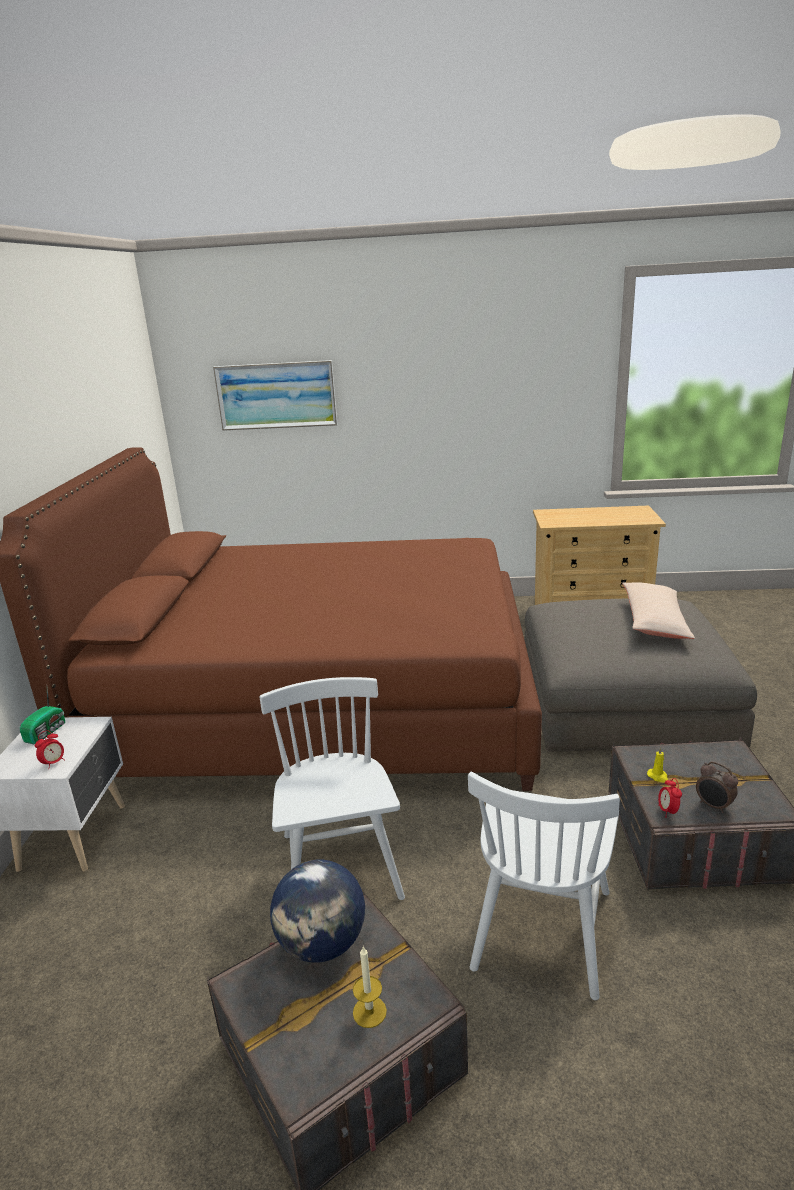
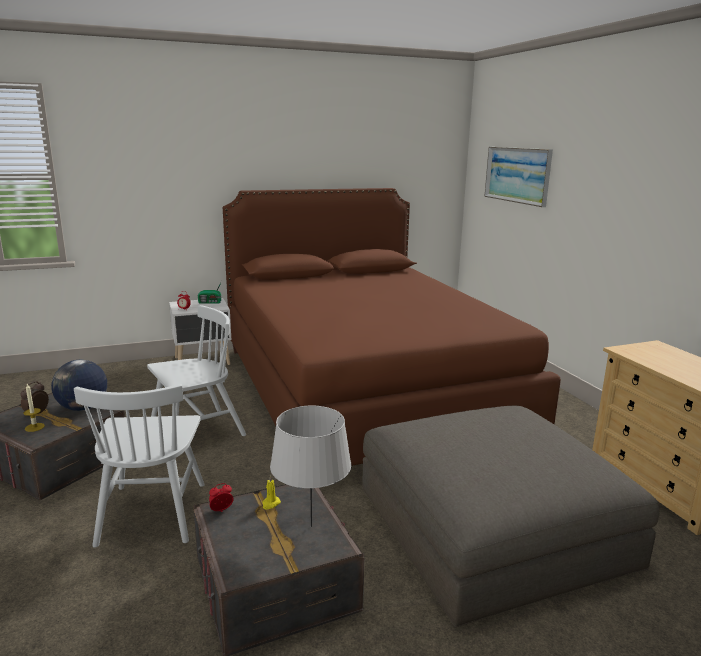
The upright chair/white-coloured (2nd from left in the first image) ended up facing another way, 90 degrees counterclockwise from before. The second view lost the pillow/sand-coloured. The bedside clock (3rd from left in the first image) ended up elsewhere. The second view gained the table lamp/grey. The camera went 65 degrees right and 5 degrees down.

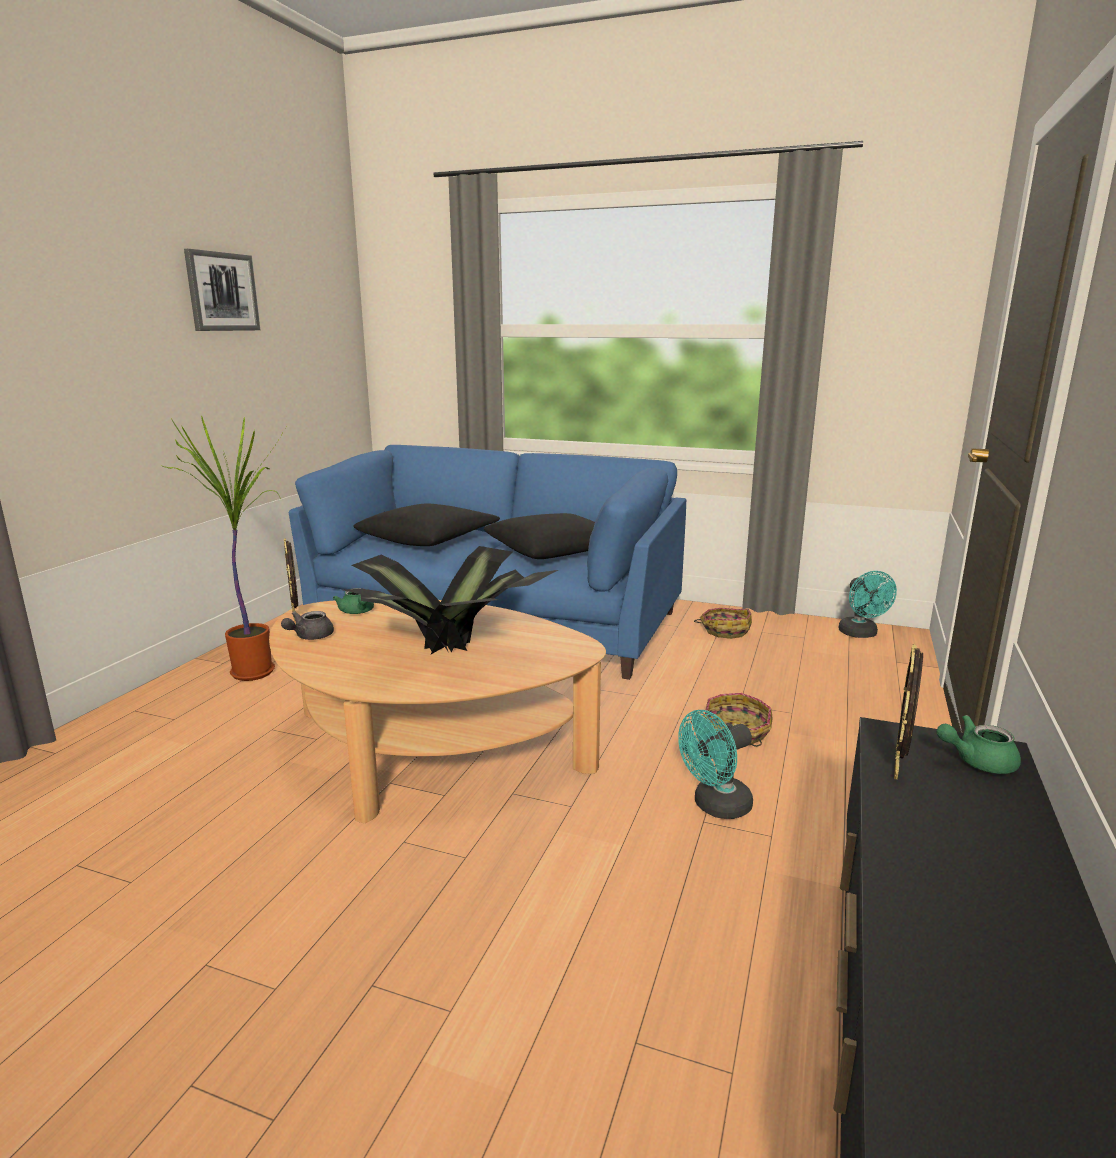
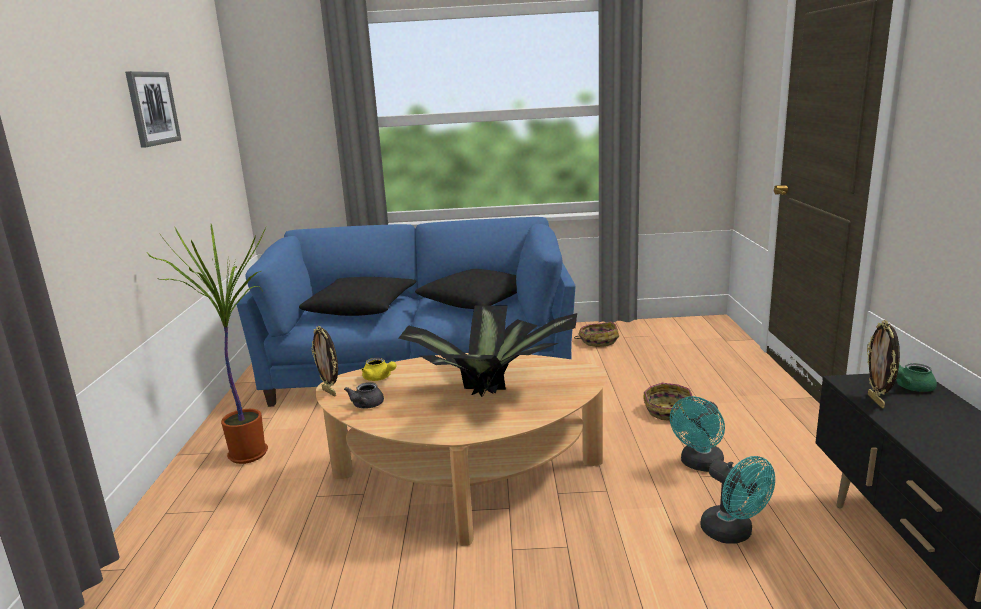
What was the pot for tea/green (1st from left) turned into the pot for tea/yellowish. The fan/turquoise (2nd from left) ended up elsewhere. The camera went 20 degrees left and 0 degrees up.

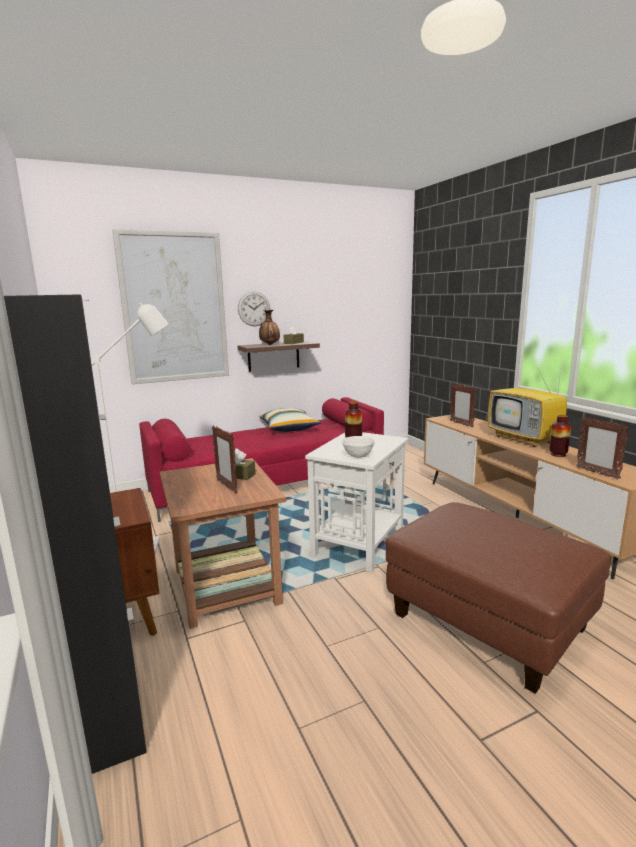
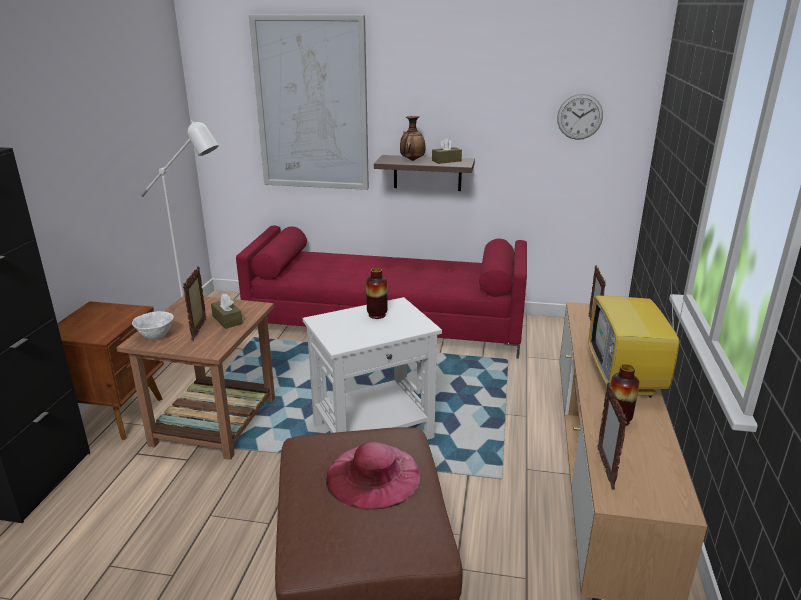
The wall clock ended up elsewhere. The second view lost the pillow. The bowl/white-coloured ended up elsewhere. The second view gained the hat/pink. The camera went 35 degrees right and 10 degrees up.

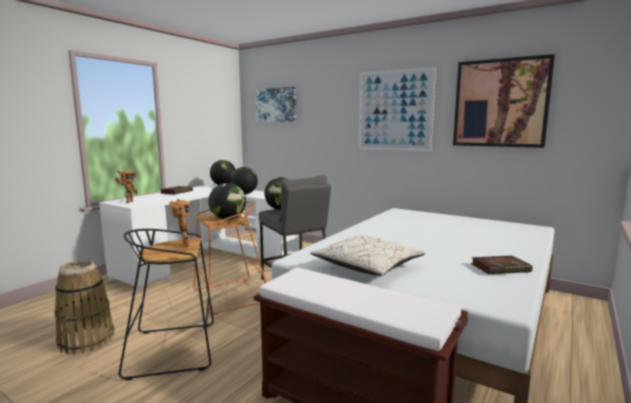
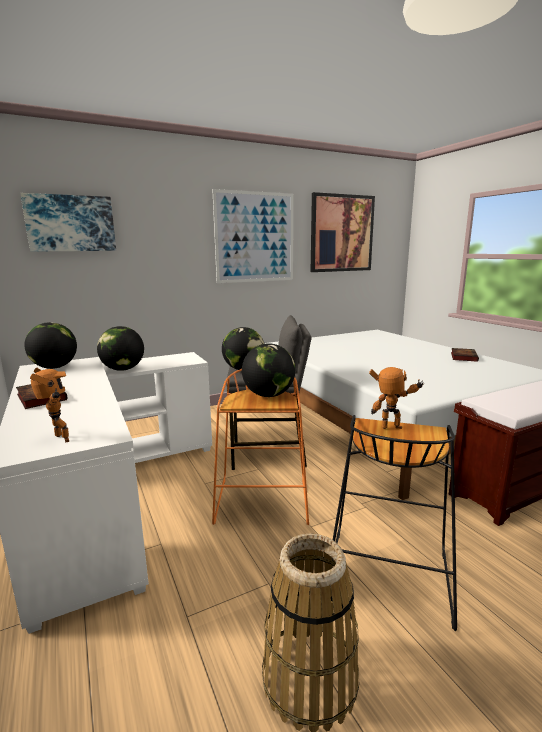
The second view lost the pillow/sand-coloured. The camera went 60 degrees left and 5 degrees up.

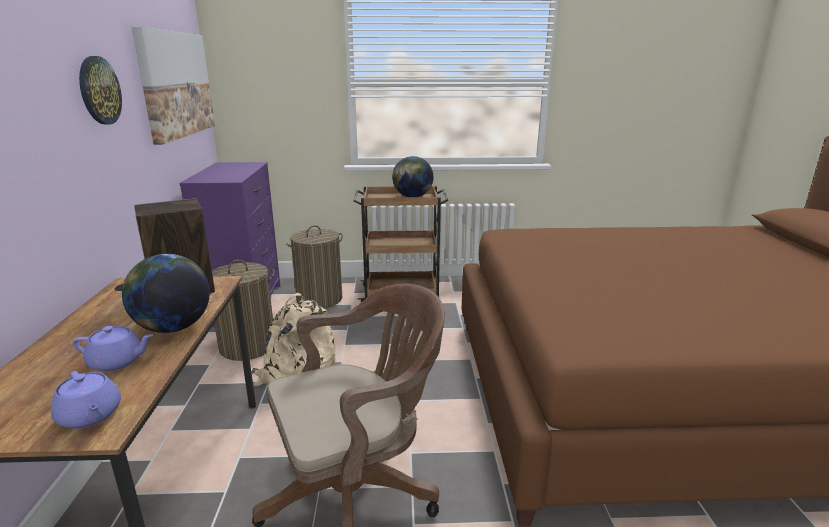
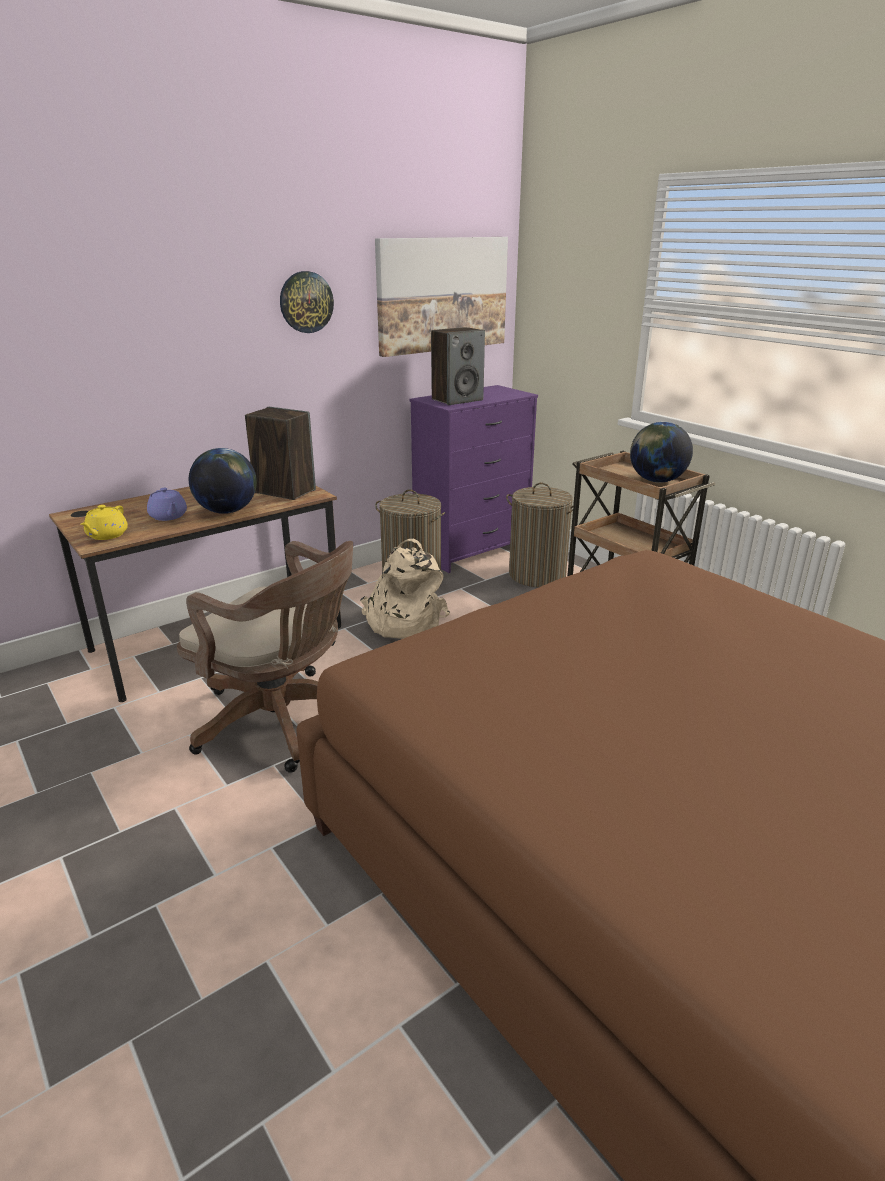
What was the pot for tea/purple-coloured (1st from left) turned into the pot for tea/yellowish. The second view gained the speaker (2nd from left). The camera went 55 degrees right and 5 degrees up.

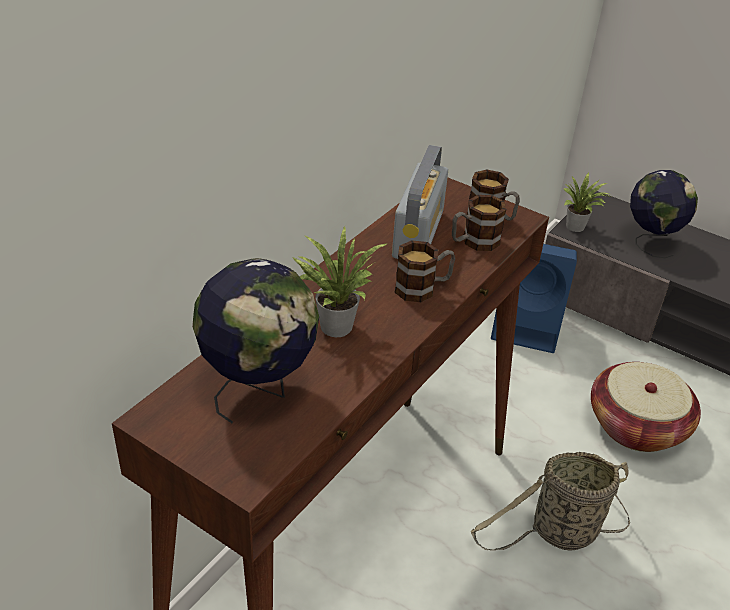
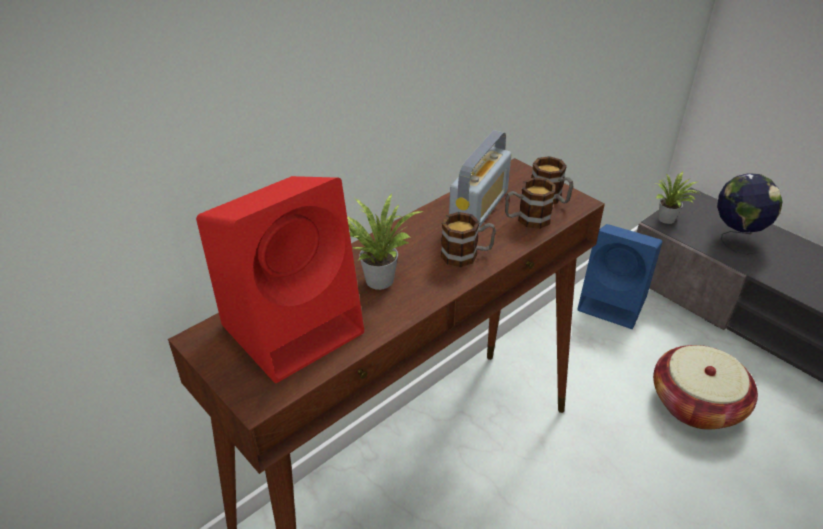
Where the globe (1st from left) stood, the speaker/red came to stand. The second view lost the household basket (1st from left). The camera went 15 degrees right and 0 degrees up.

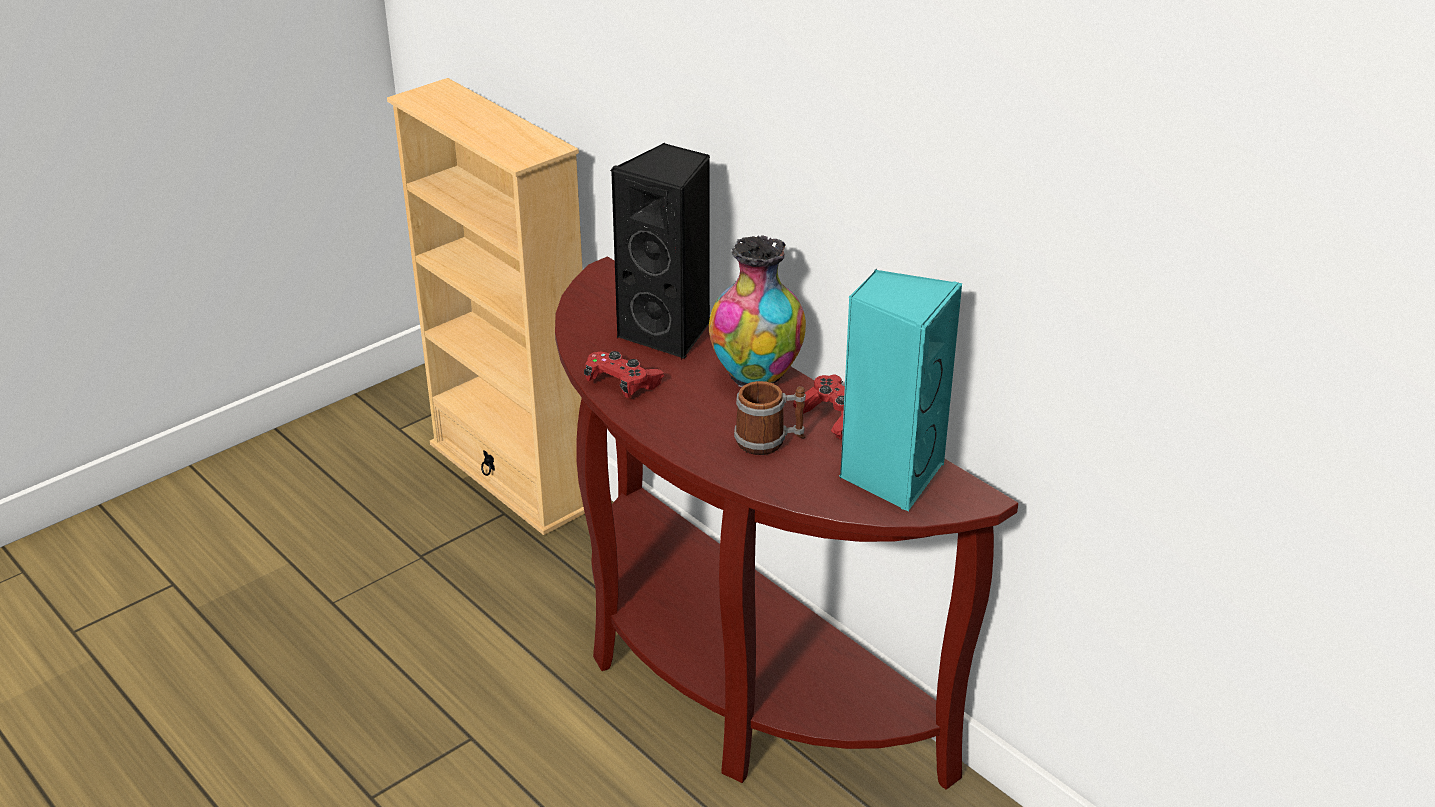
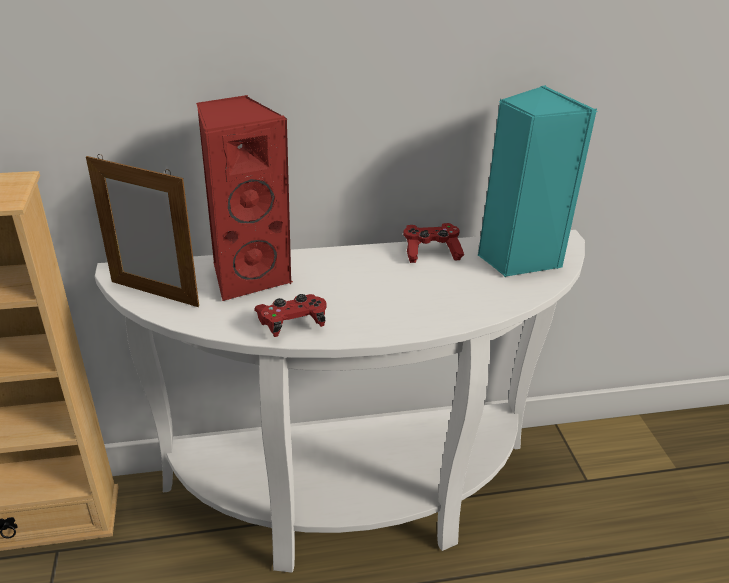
What was the console table/brown turned into the console table/white-coloured. What was the speaker/black turned into the speaker/red. The second view lost the flower vase. The second view lost the mug. The second view gained the picture frame. The camera went 60 degrees left and 0 degrees up.

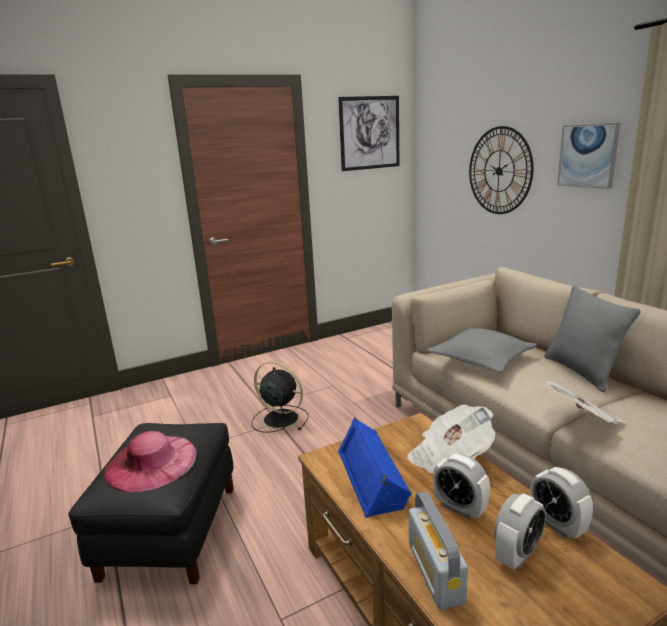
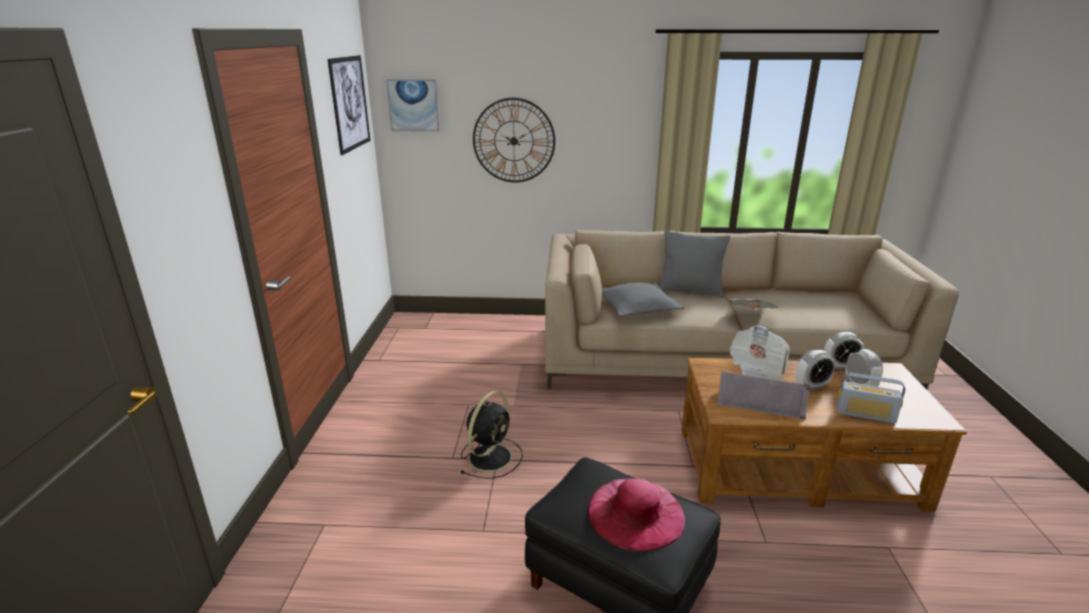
The fan/black ended up facing another way, 150 degrees clockwise from before. What was the speaker/blue turned into the speaker/grey. The wall art (2nd from left) ended up elsewhere. The camera went 60 degrees left and 5 degrees up.

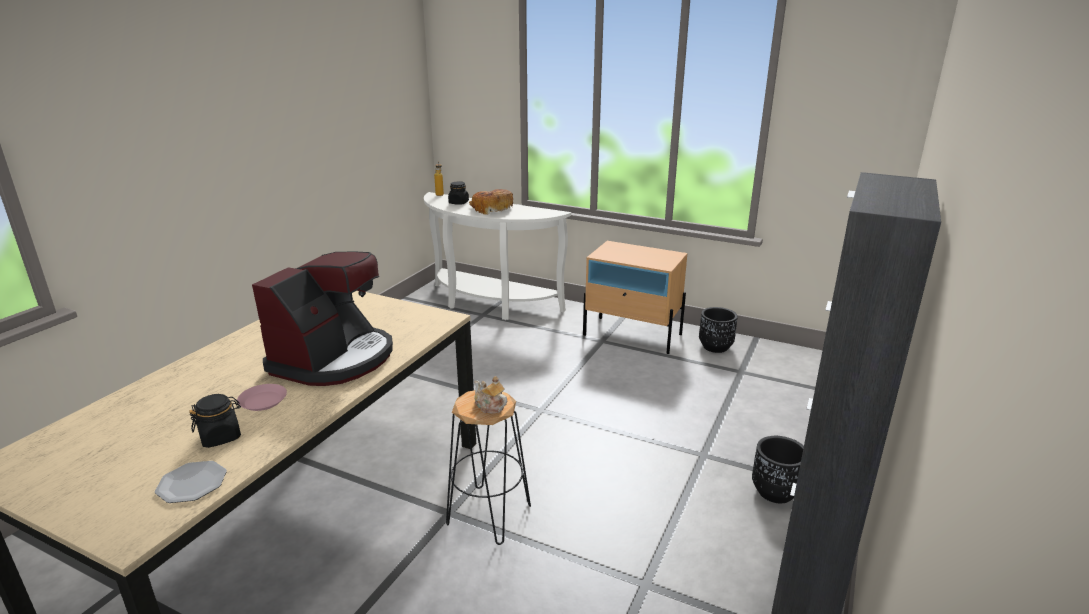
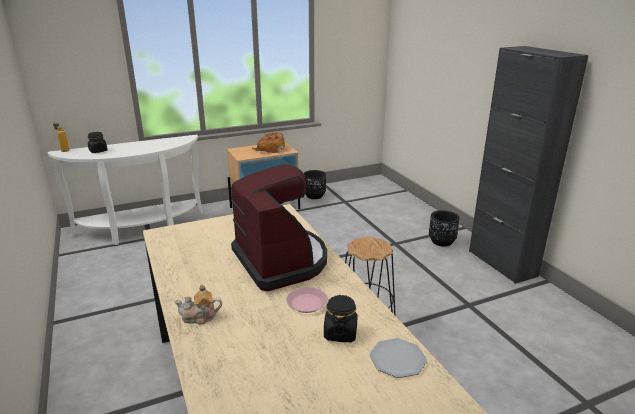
The baked bread ended up elsewhere. The pot for tea ended up elsewhere. The camera went 50 degrees left and 0 degrees up.

